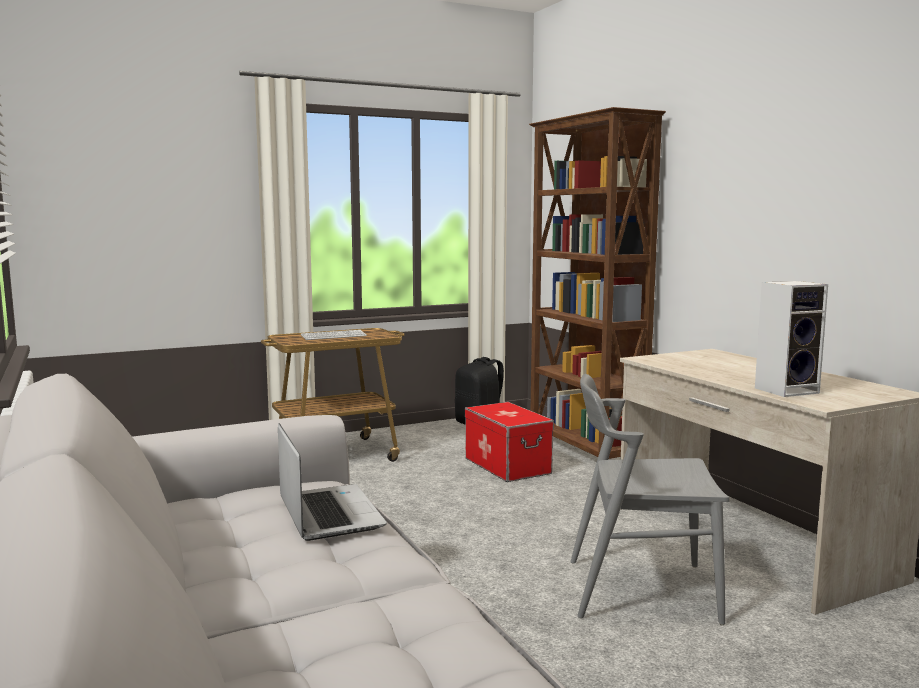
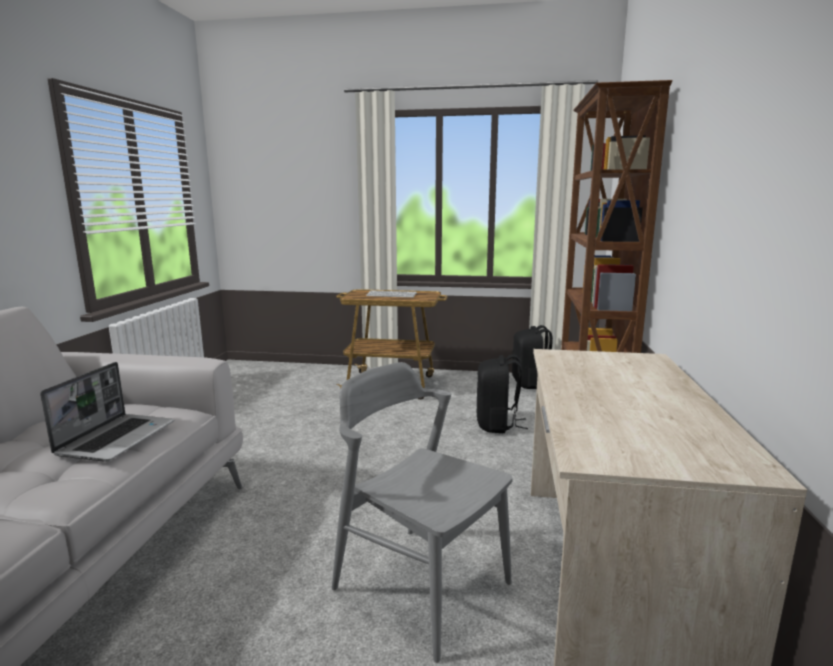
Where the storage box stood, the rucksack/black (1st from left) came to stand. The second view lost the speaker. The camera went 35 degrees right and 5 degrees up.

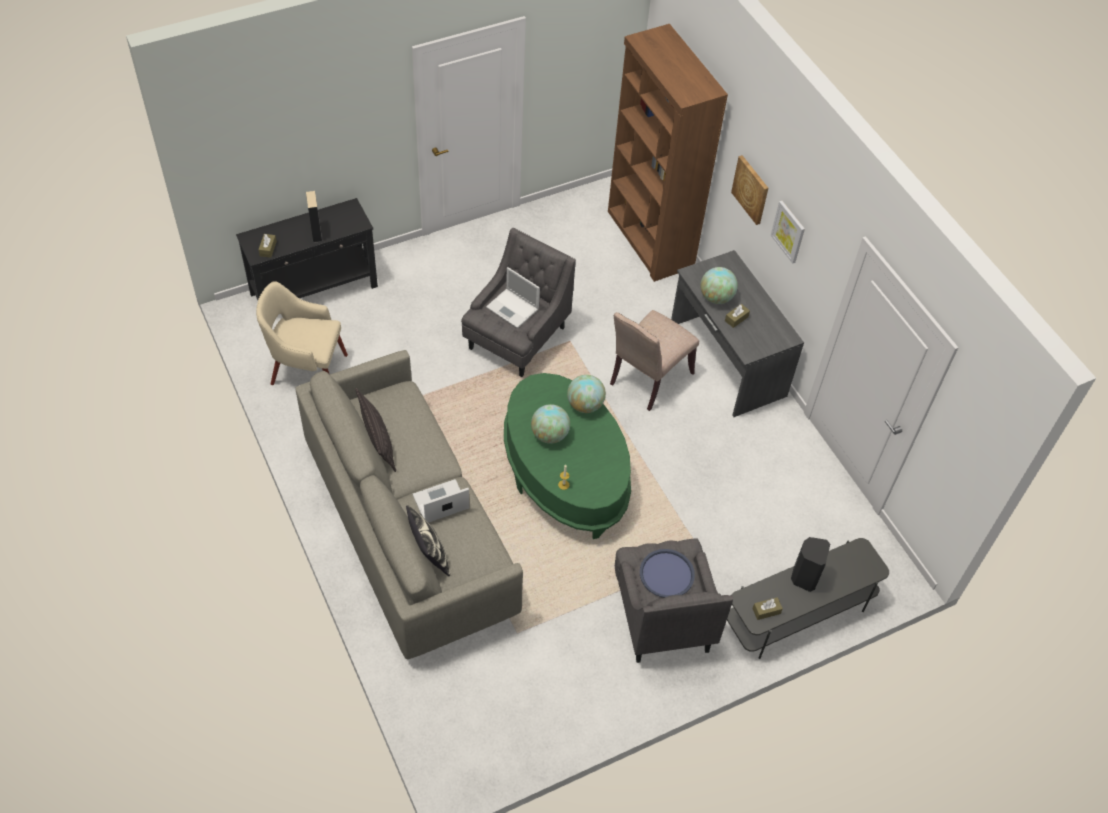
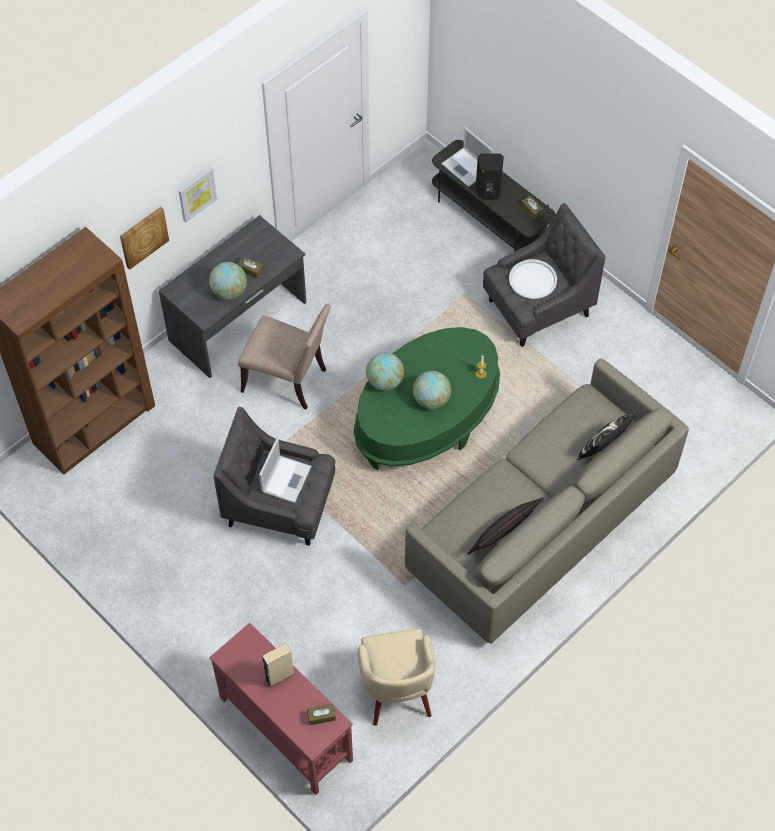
What was the console table/black turned into the console table/red. The portable computer (1st from left in the first image) ended up elsewhere. What was the serving tray/blue turned into the serving tray/white-coloured. The camera went 105 degrees left and 5 degrees up.

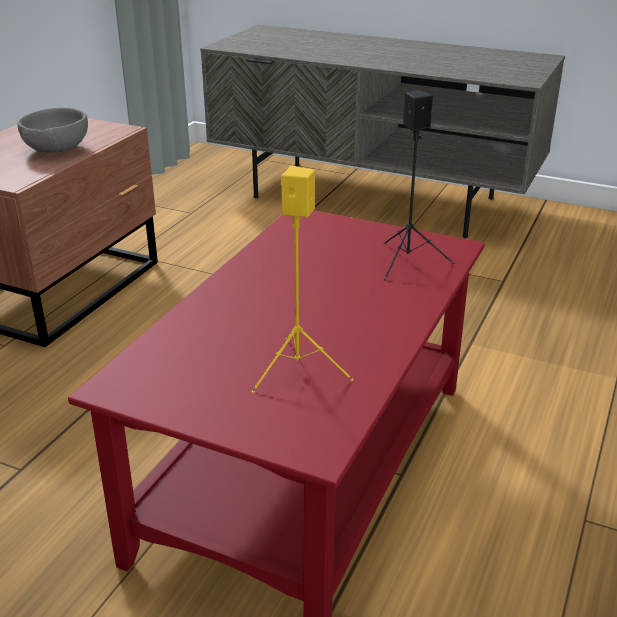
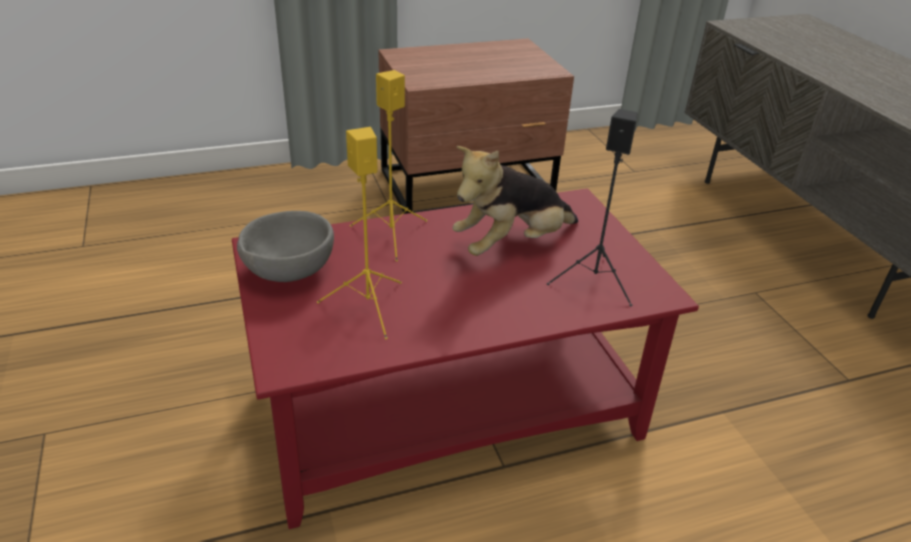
The bowl/grey ended up elsewhere. The second view gained the speaker/yellowish (2nd from left). The second view gained the cuddly toy. The camera went 45 degrees right and 5 degrees up.

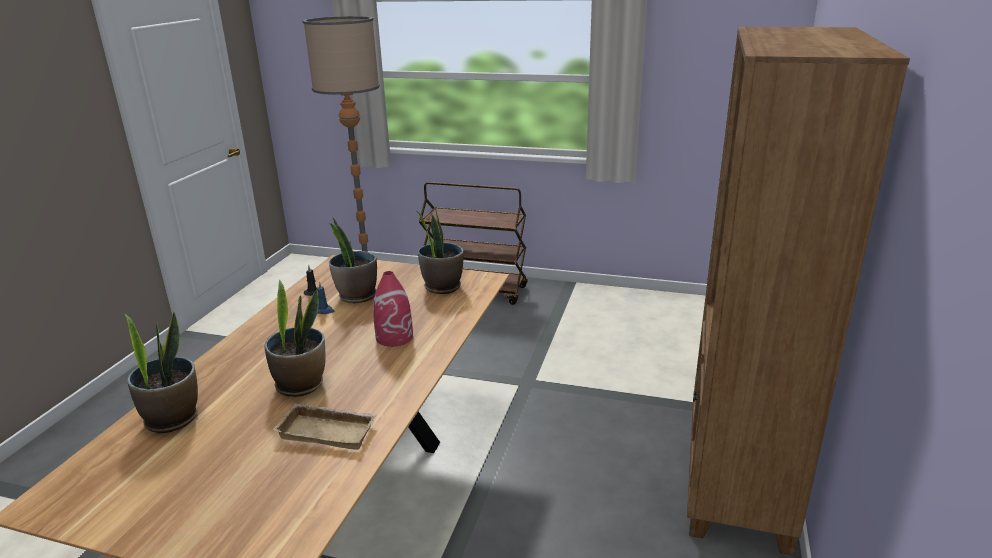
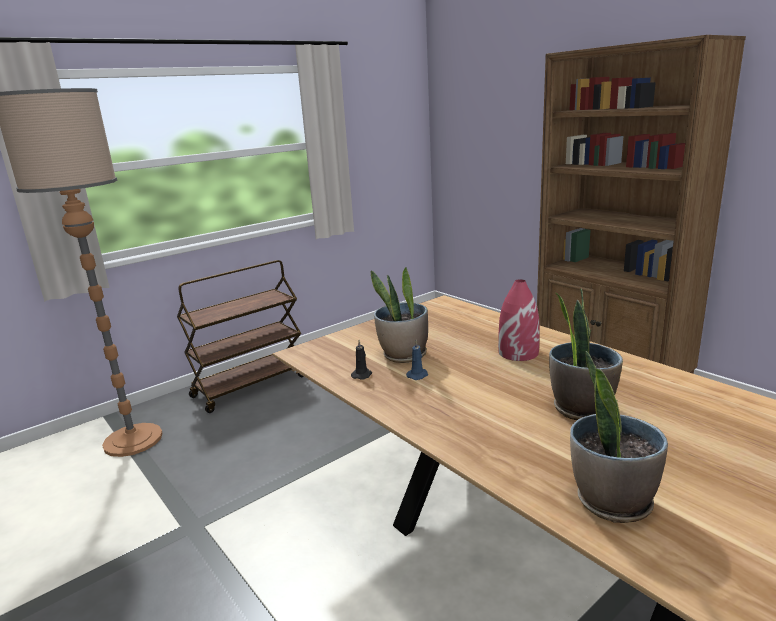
The second view lost the serving tray/sand-coloured. The second view lost the plant in a pot (4th from left). The camera went 55 degrees left and 5 degrees down.

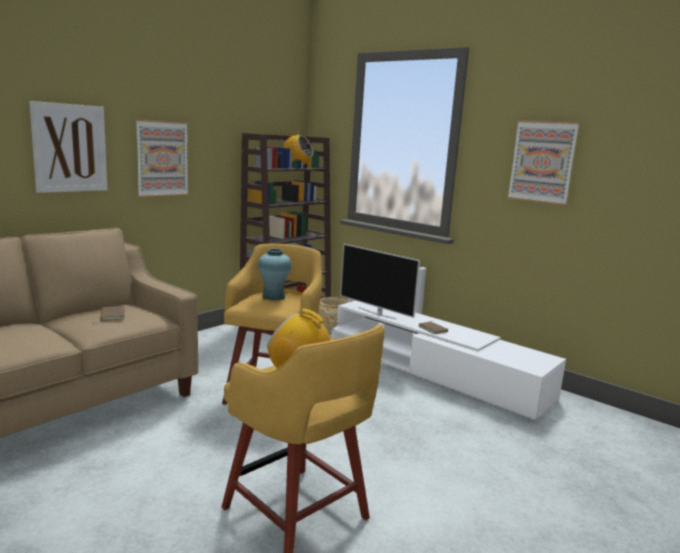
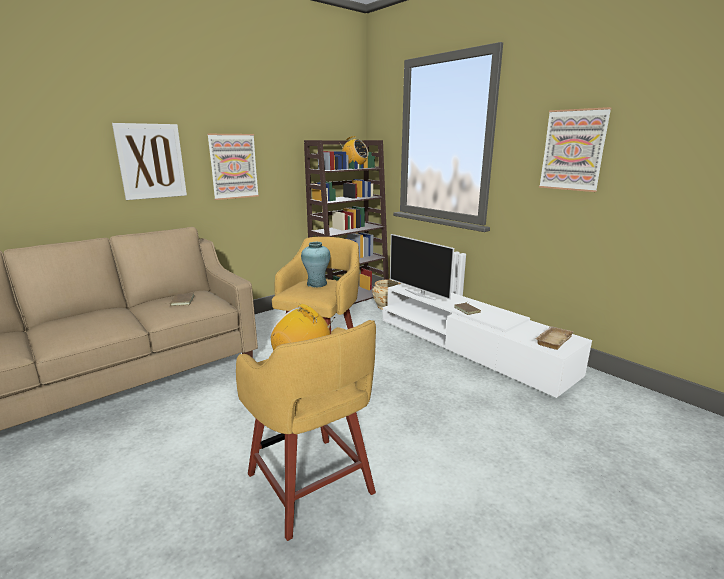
The second view gained the serving tray/sand-coloured. The camera went 10 degrees right and 5 degrees up.

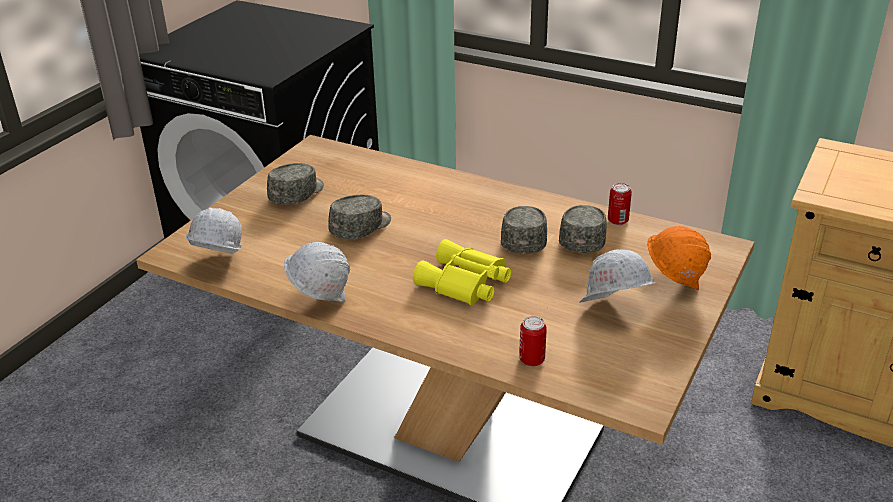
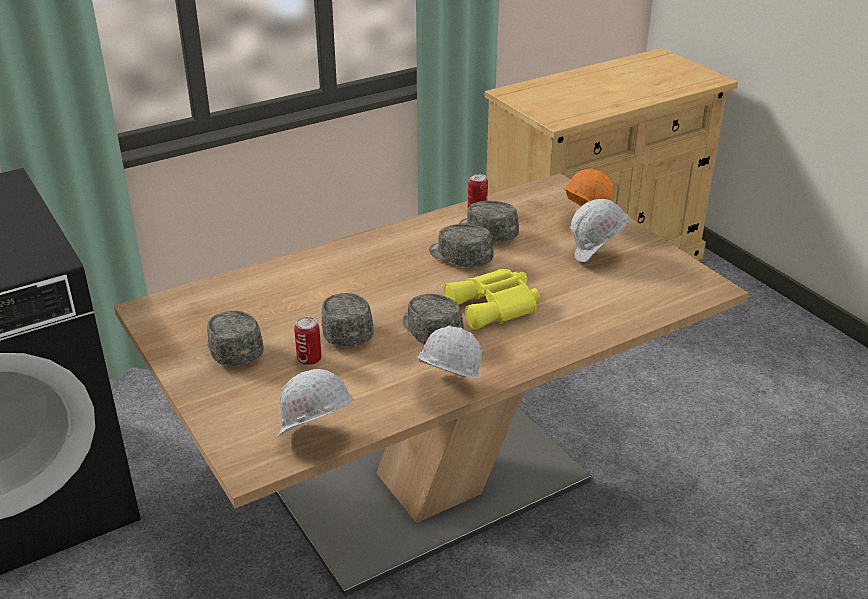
The sealed can (1st from left) ended up elsewhere. The second view gained the peaked cap/grey (3rd from left). The camera went 60 degrees left and 0 degrees up.

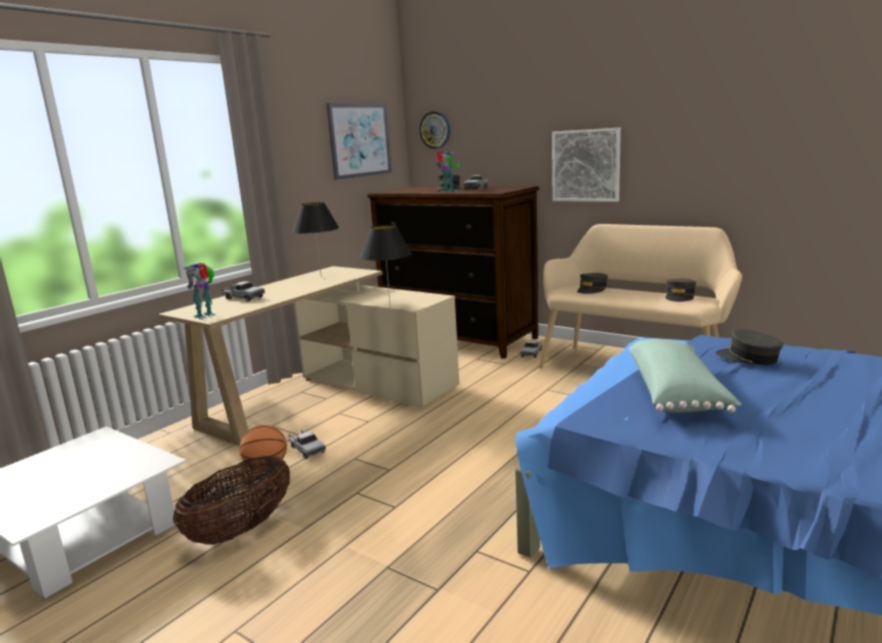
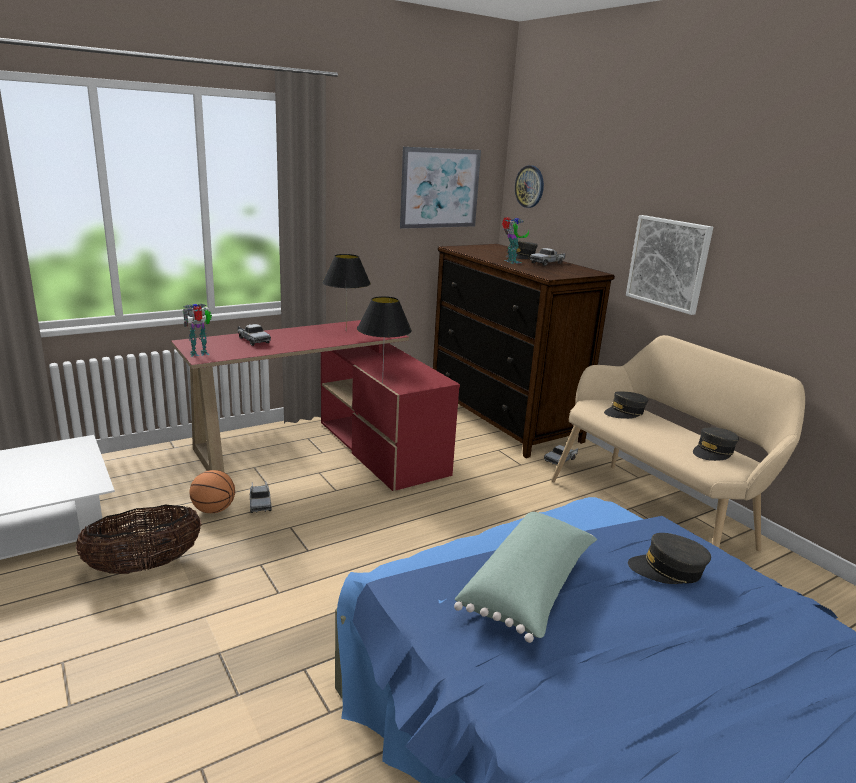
What was the desk unit/sand-coloured turned into the desk unit/red. The peaked cap/grey (4th from left in the first image) ended up facing another way, 60 degrees counterclockwise from before. The camera went 20 degrees right and 5 degrees up.

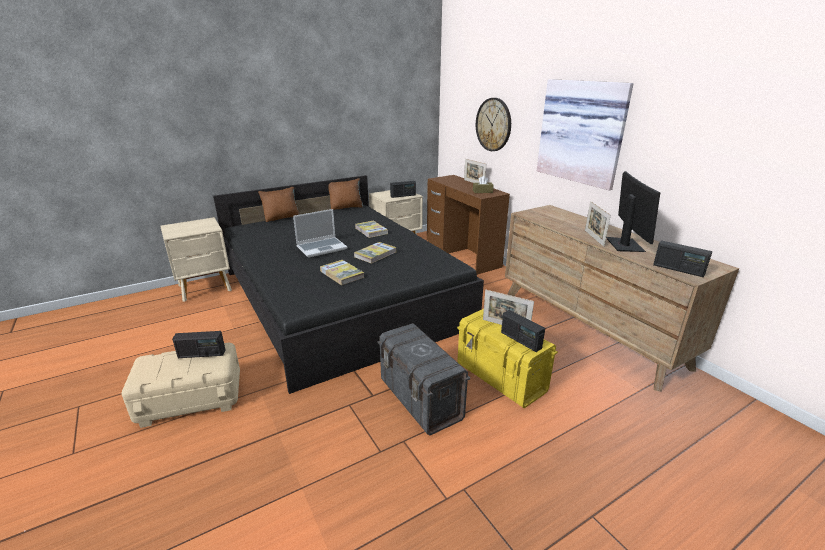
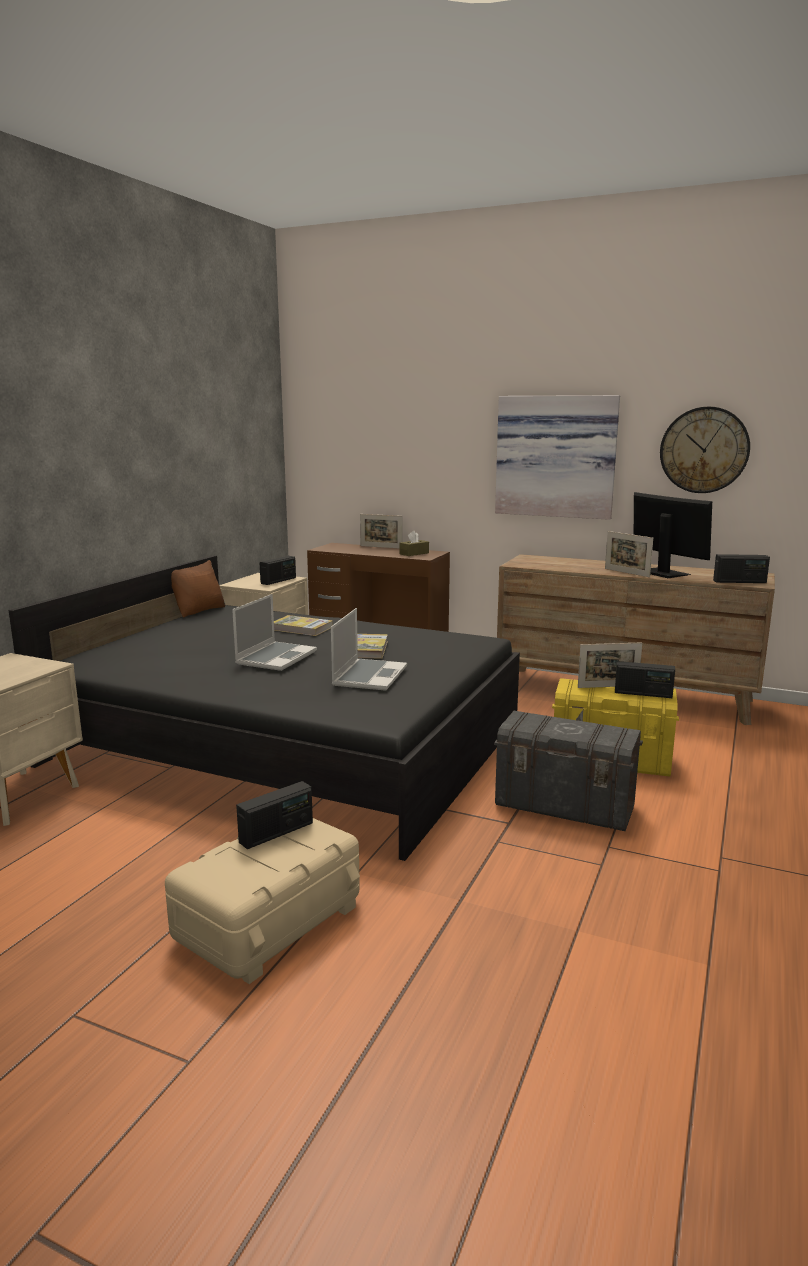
The second view lost the pillow/brown (1st from left). Where the volume (1st from left) stood, the portable computer (2nd from left) came to stand. The wall clock ended up elsewhere. The camera went 35 degrees left and 10 degrees down.

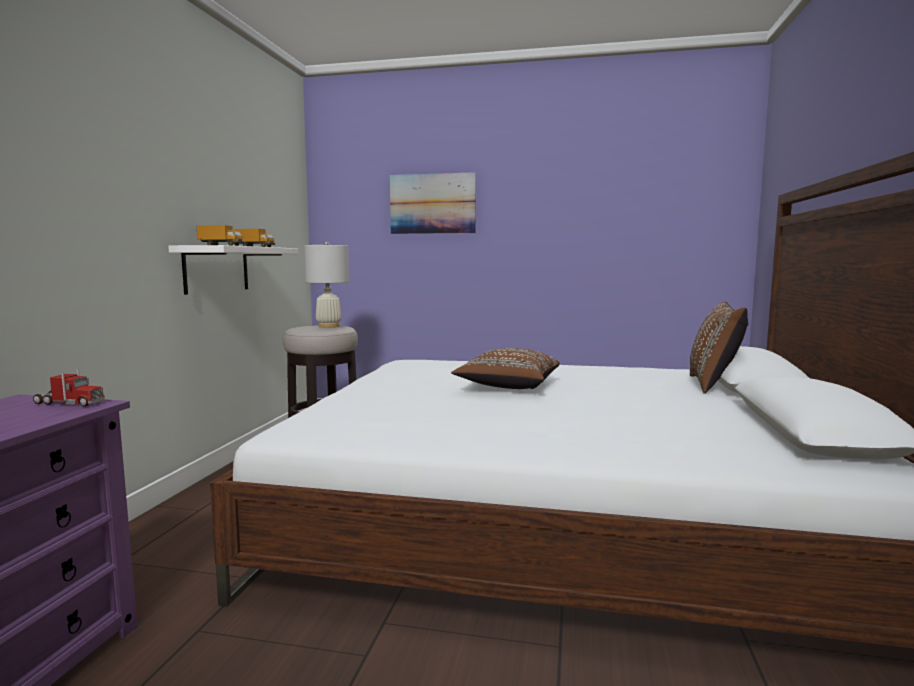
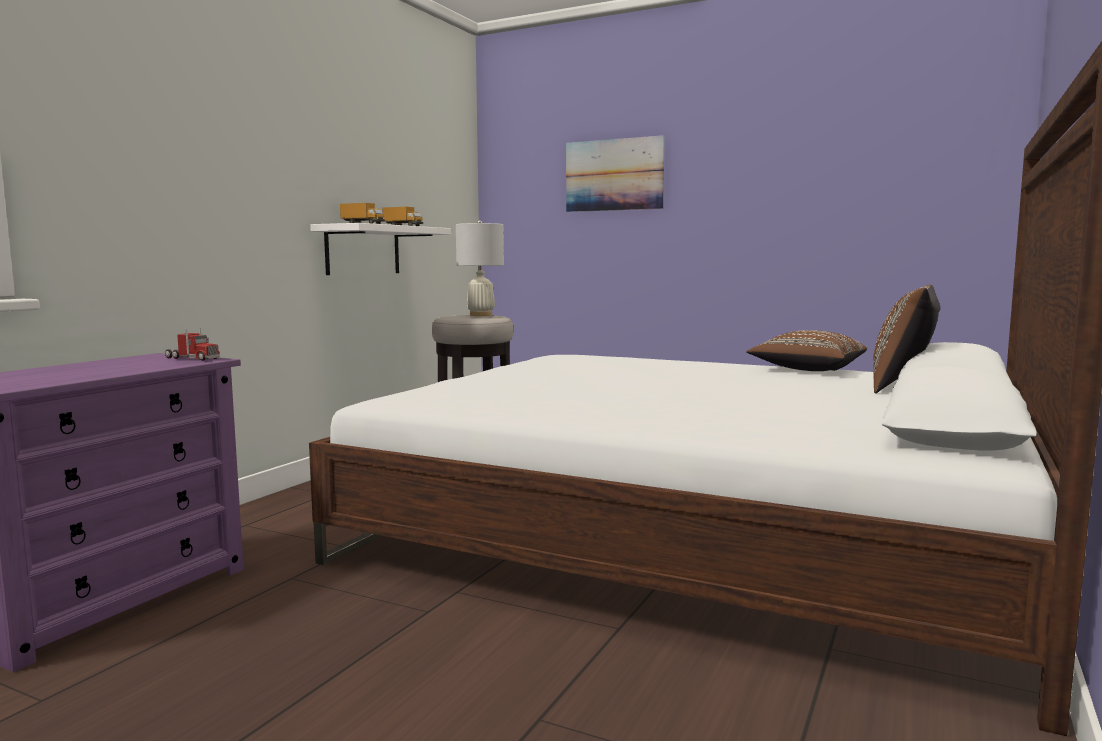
The pillow/brown (1st from left) ended up elsewhere. The camera went 15 degrees right and 0 degrees up.

